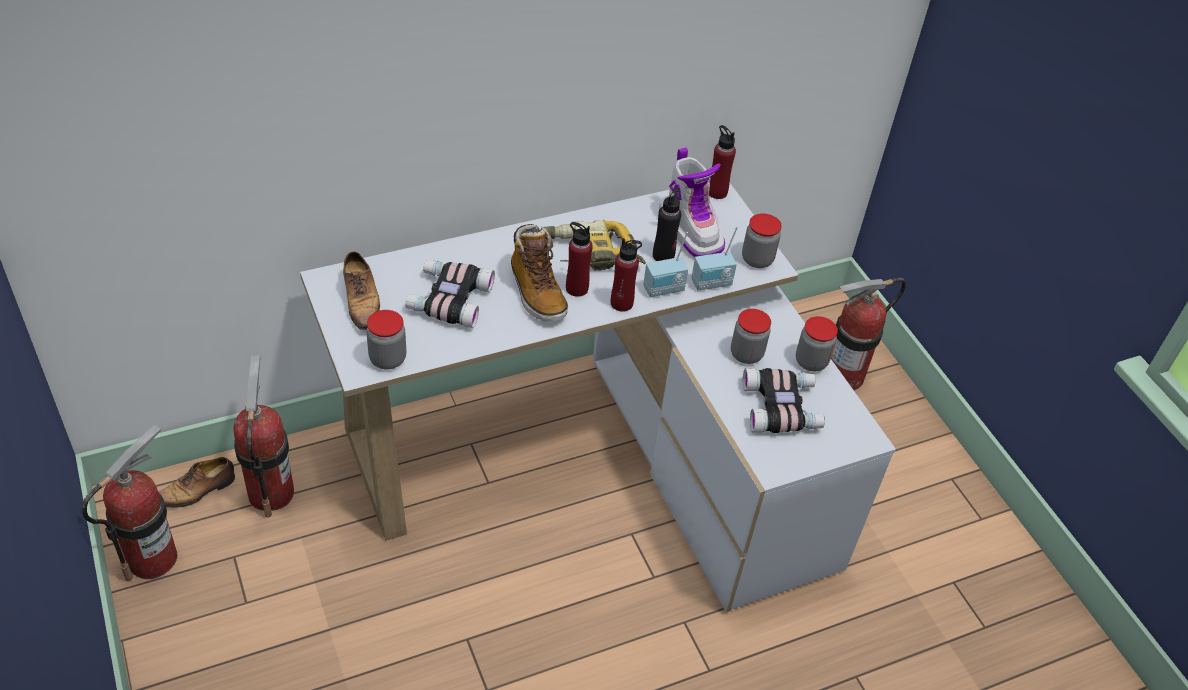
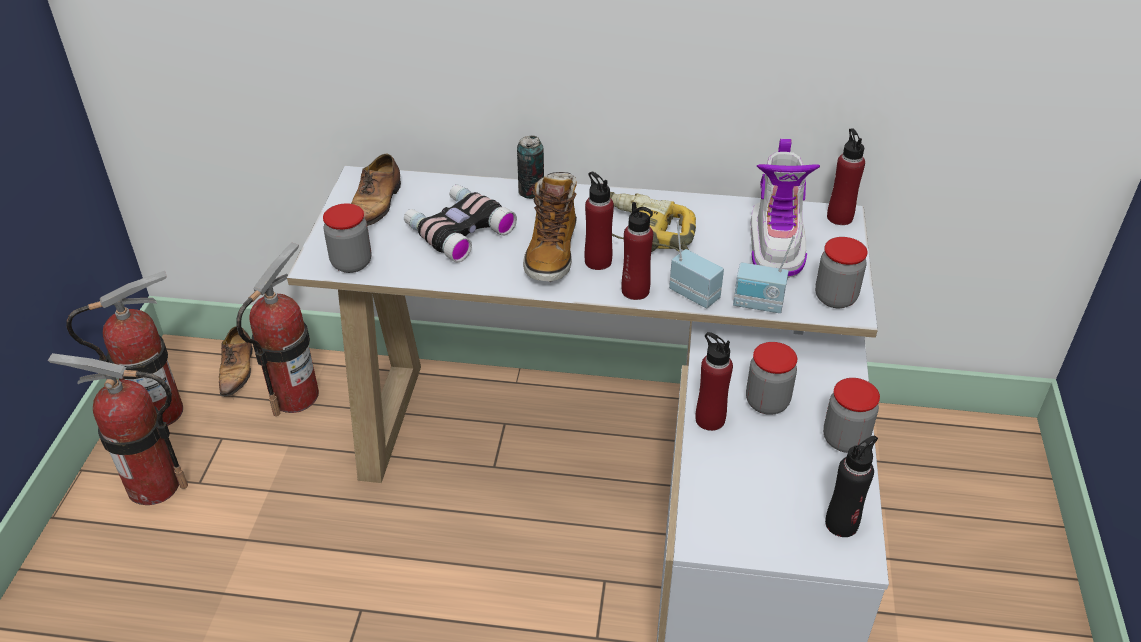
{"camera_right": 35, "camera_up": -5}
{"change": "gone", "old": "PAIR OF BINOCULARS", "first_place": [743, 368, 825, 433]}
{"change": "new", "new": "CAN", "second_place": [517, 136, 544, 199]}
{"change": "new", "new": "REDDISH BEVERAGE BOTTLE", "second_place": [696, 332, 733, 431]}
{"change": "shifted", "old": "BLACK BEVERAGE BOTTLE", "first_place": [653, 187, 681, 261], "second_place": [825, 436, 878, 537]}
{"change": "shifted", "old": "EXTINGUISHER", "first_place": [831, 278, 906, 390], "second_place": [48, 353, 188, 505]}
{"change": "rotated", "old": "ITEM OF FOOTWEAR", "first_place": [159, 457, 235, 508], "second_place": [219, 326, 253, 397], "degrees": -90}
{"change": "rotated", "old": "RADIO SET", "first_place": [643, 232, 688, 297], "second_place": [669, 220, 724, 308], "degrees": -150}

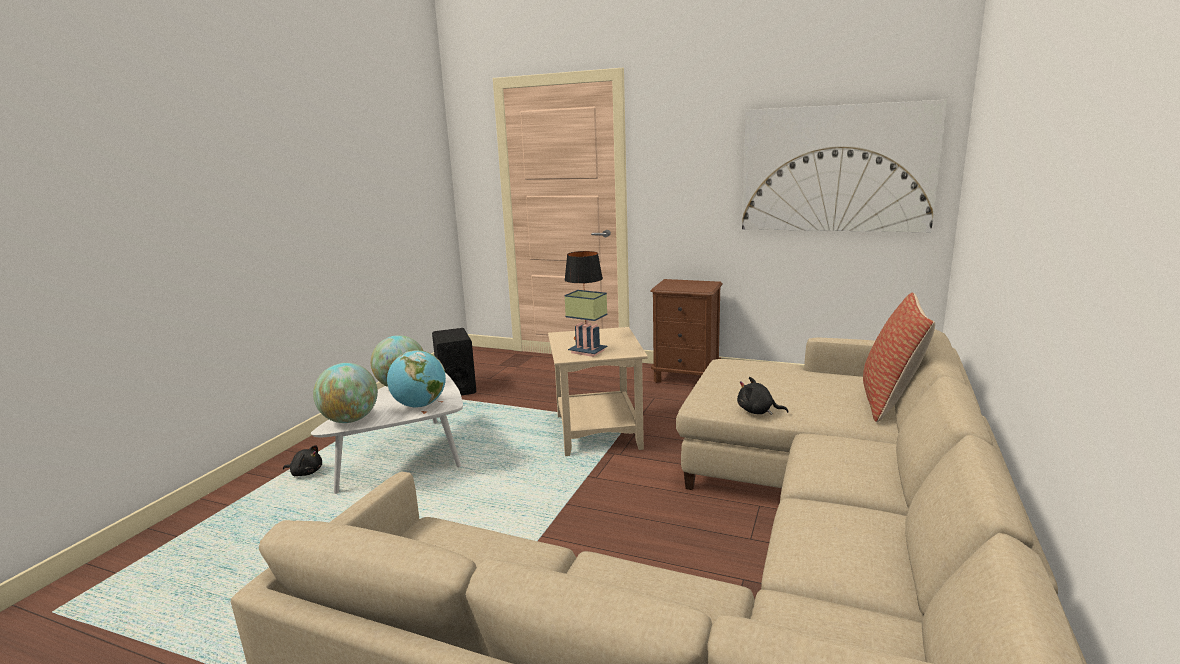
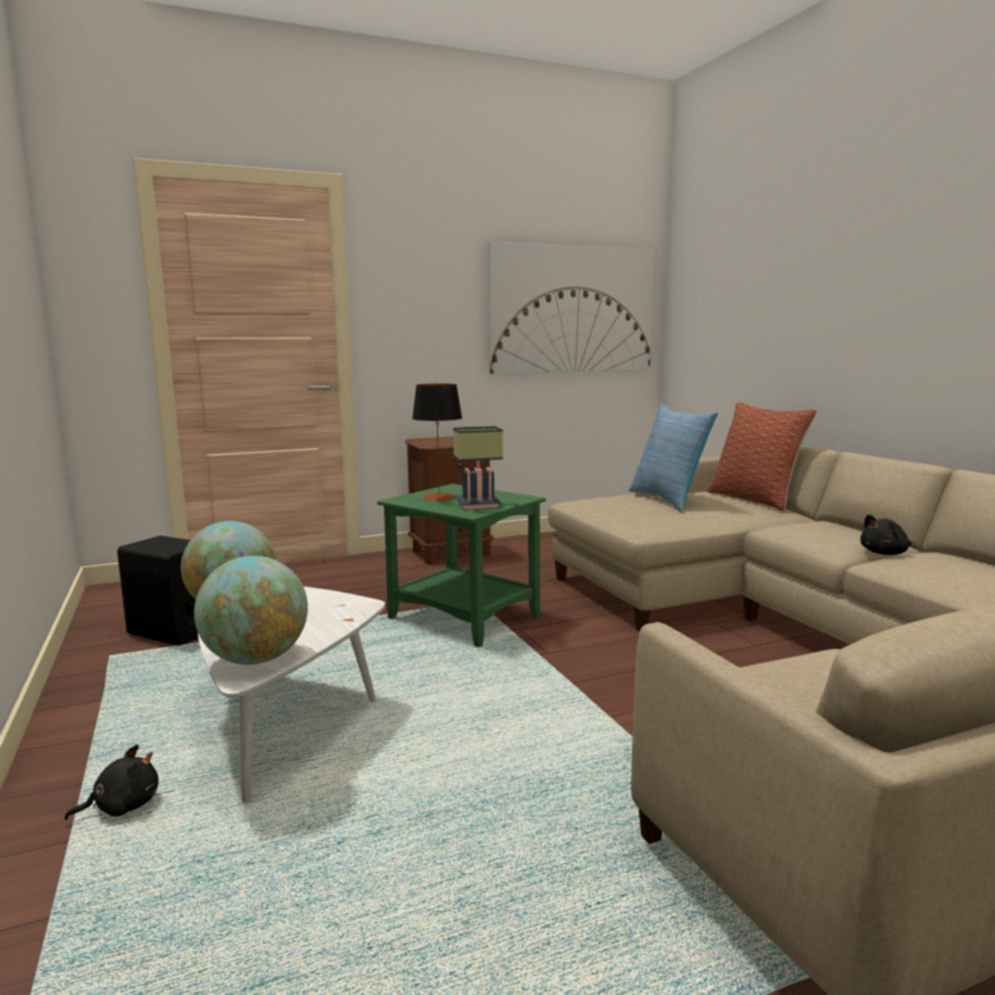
{"camera_right": -45, "camera_up": -5}
{"change": "gone", "old": "DESK GLOBE", "first_place": [387, 350, 446, 407]}
{"change": "new", "new": "CUSHION", "second_place": [629, 403, 718, 512]}
{"change": "shifted", "old": "BLACK SOFT TOY", "first_place": [737, 377, 789, 415], "second_place": [860, 514, 911, 555]}
{"change": "repainted", "old": "BEIGE-COLOURED SIDE TABLE", "new": "GREENISH SIDE TABLE", "first_place": [548, 327, 648, 456], "second_place": [377, 484, 546, 647]}

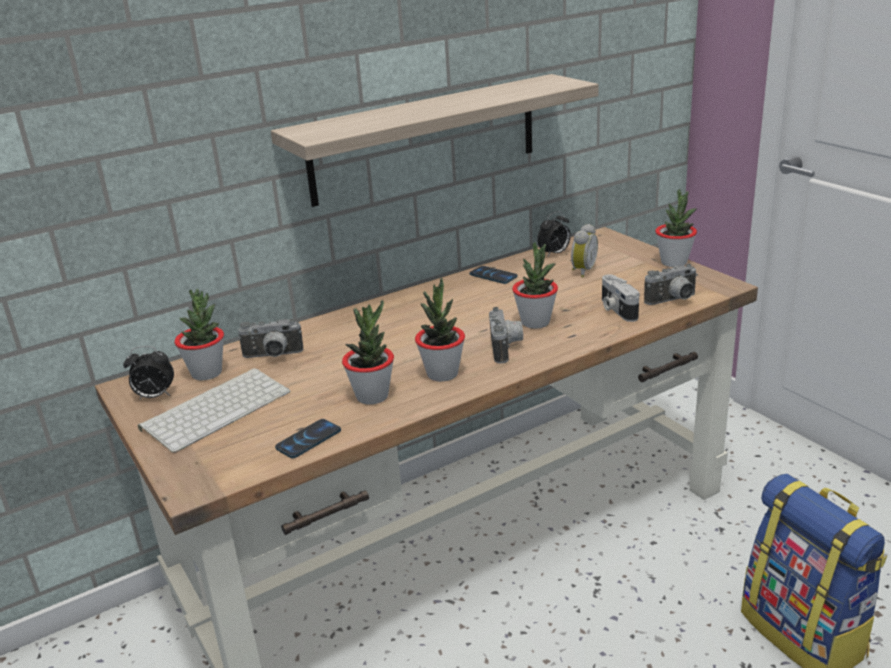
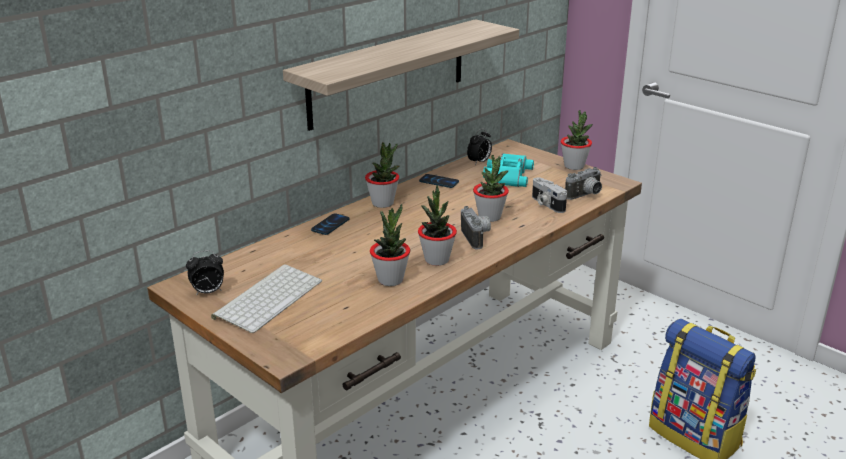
{"camera_right": -15, "camera_up": 0}
{"change": "gone", "old": "PHOTO CAMERA", "first_place": [238, 319, 303, 358]}
{"change": "shifted", "old": "POTTED PLANT", "first_place": [175, 289, 224, 380], "second_place": [365, 142, 400, 208]}
{"change": "shifted", "old": "PHONE", "first_place": [275, 419, 341, 458], "second_place": [311, 213, 349, 235]}
{"change": "swapped", "old": "ALARM CLOCK", "new": "BLUE-GREEN PAIR OF BINOCULARS", "first_place": [571, 224, 598, 278], "second_place": [483, 153, 534, 187]}

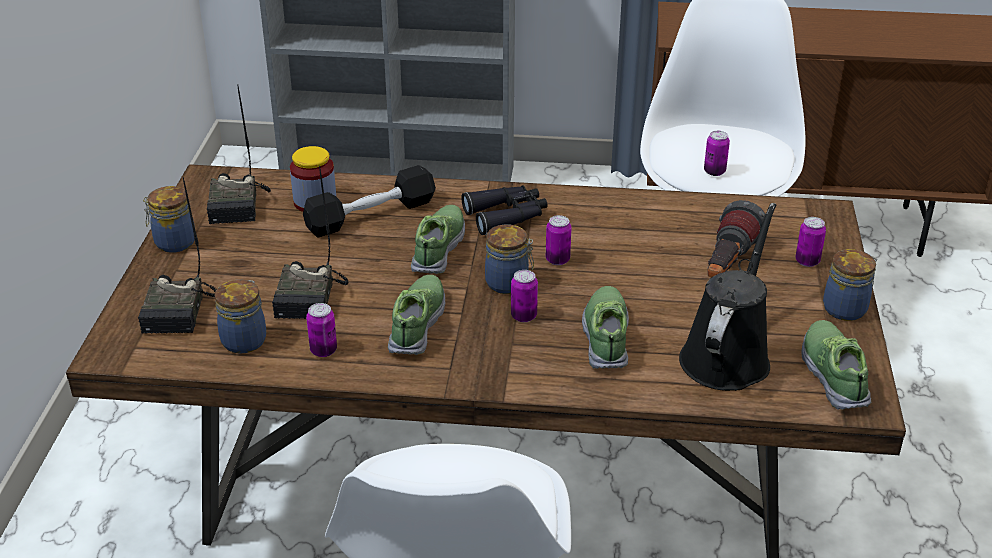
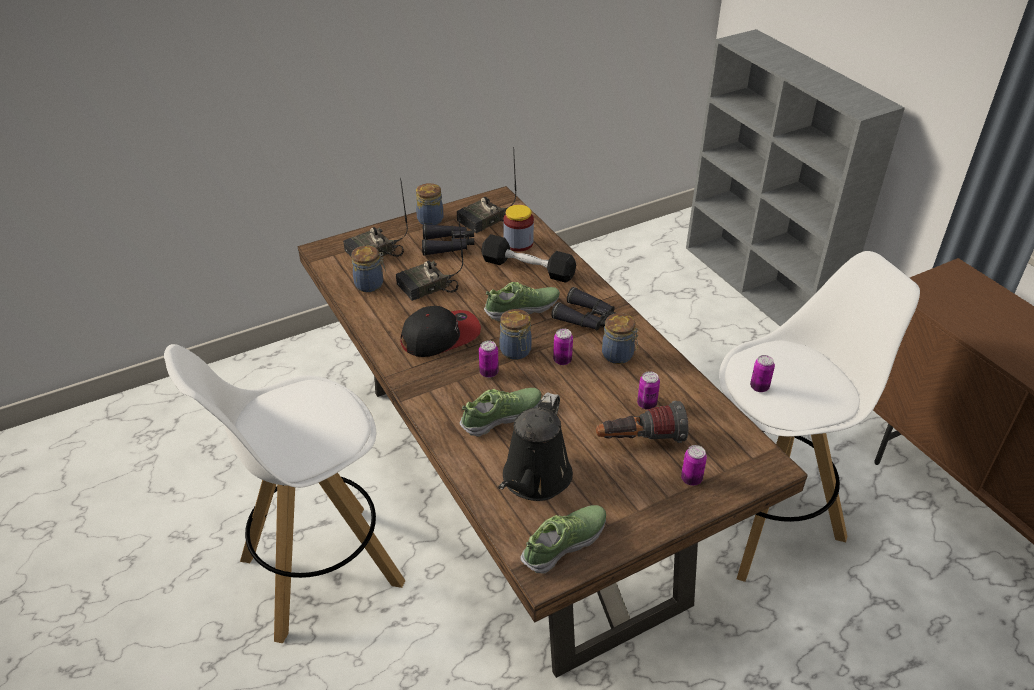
{"camera_right": 55, "camera_up": 5}
{"change": "new", "new": "BLACK PAIR OF BINOCULARS", "second_place": [422, 225, 474, 255]}
{"change": "shifted", "old": "CAN", "first_place": [306, 303, 337, 357], "second_place": [637, 371, 660, 410]}
{"change": "shifted", "old": "STORAGE JAR", "first_place": [823, 249, 877, 321], "second_place": [602, 313, 639, 364]}
{"change": "swapped", "old": "ITEM OF FOOTWEAR", "new": "CAP", "first_place": [388, 275, 445, 355], "second_place": [400, 306, 481, 357]}
{"change": "rotated", "old": "BLACK WATERING CAN", "first_place": [679, 203, 776, 391], "second_place": [498, 392, 573, 501], "degrees": 120}

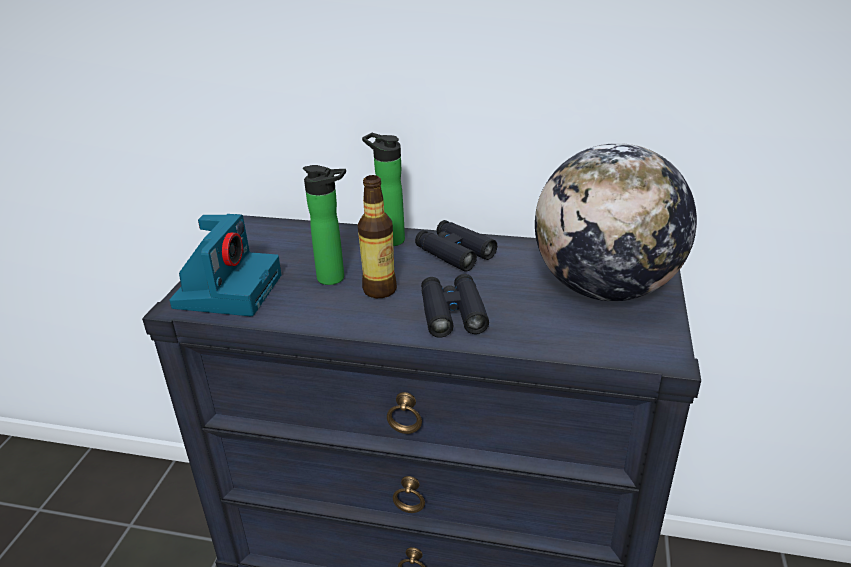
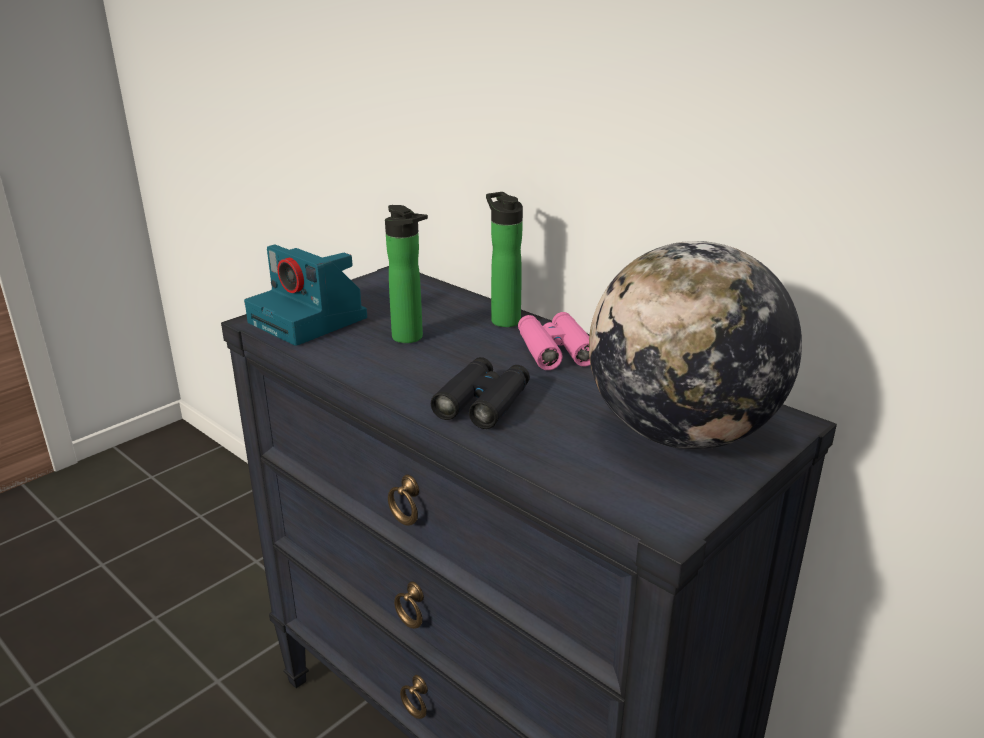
{"camera_right": 30, "camera_up": -5}
{"change": "gone", "old": "BEVERAGE BOTTLE", "first_place": [358, 175, 397, 298]}
{"change": "repainted", "old": "BLACK PAIR OF BINOCULARS", "new": "PINK PAIR OF BINOCULARS", "first_place": [415, 220, 497, 272], "second_place": [518, 312, 590, 370]}
{"change": "rotated", "old": "PHOTO CAMERA", "first_place": [169, 214, 282, 316], "second_place": [244, 245, 367, 346], "degrees": 90}

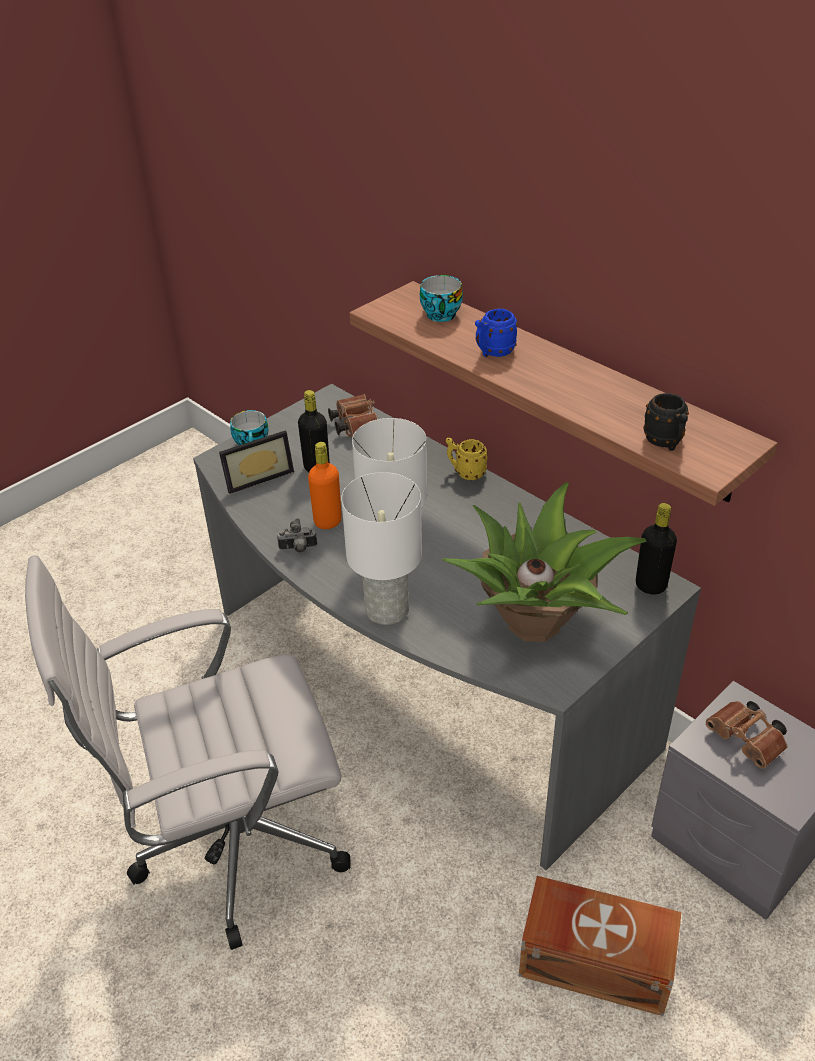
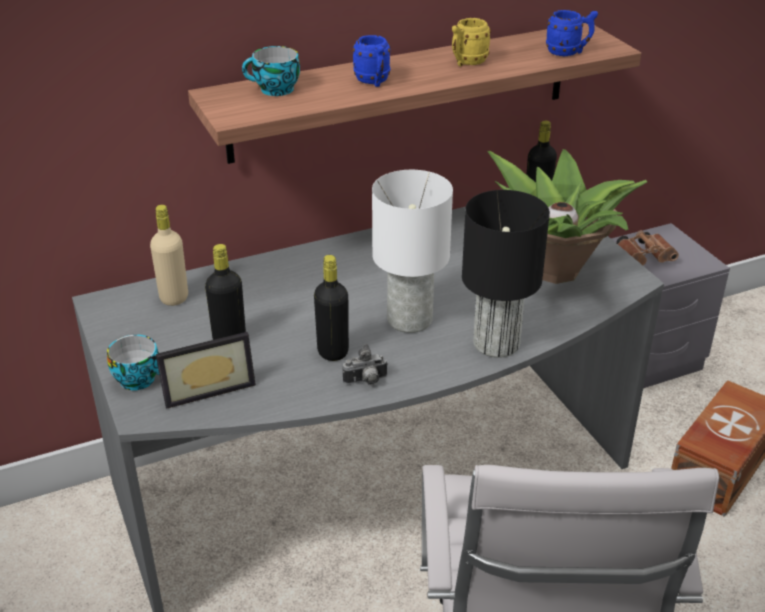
{"camera_right": -70, "camera_up": -5}
{"change": "shifted", "old": "YELLOW-COLOURED COFFEE MUG", "first_place": [446, 438, 488, 480], "second_place": [452, 18, 491, 66]}
{"change": "swapped", "old": "BROWNISH PAIR OF BINOCULARS", "new": "BEIGE-COLOURED BEVERAGE BOTTLE", "first_place": [328, 394, 378, 437], "second_place": [150, 205, 188, 306]}
{"change": "repainted", "old": "ORANGE BEVERAGE BOTTLE", "new": "BLACK BEVERAGE BOTTLE", "first_place": [308, 442, 342, 529], "second_place": [314, 255, 349, 361]}
{"change": "repainted", "old": "WHITE TABLETOP LAMP", "new": "BLACK TABLETOP LAMP", "first_place": [341, 472, 422, 625], "second_place": [462, 190, 550, 358]}
{"change": "repainted", "old": "BLACK COFFEE MUG", "new": "BLUISH COFFEE MUG", "first_place": [643, 393, 689, 451], "second_place": [546, 10, 598, 56]}
{"change": "rotated", "old": "PICTURE FRAME", "first_place": [219, 430, 294, 494], "second_place": [156, 332, 256, 409], "degrees": 75}
{"change": "rotated", "old": "PHOTO CAMERA", "first_place": [277, 518, 317, 553], "second_place": [342, 344, 388, 385], "degrees": 60}

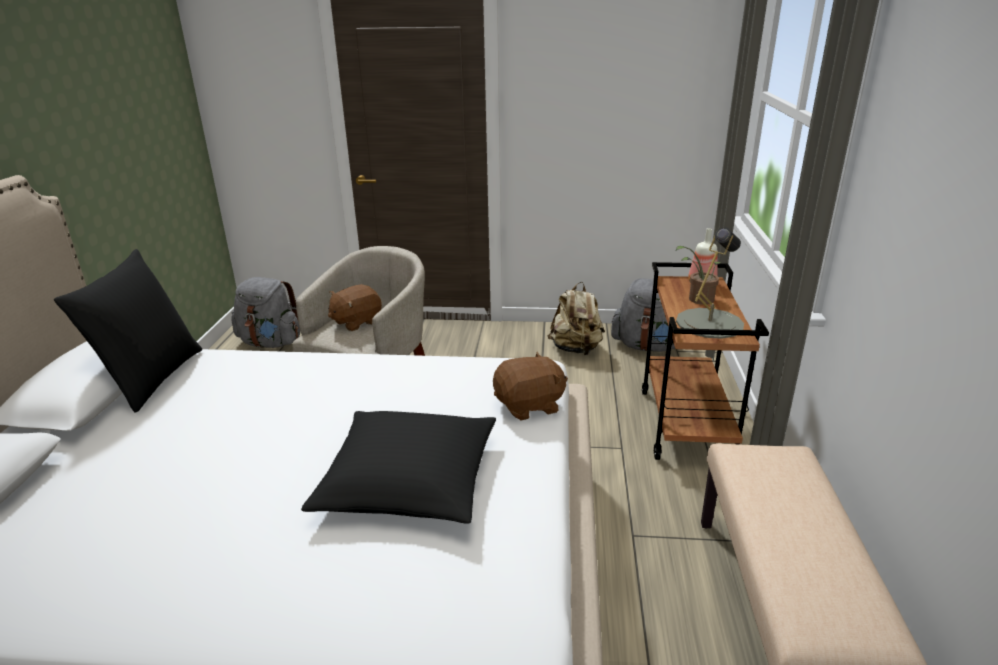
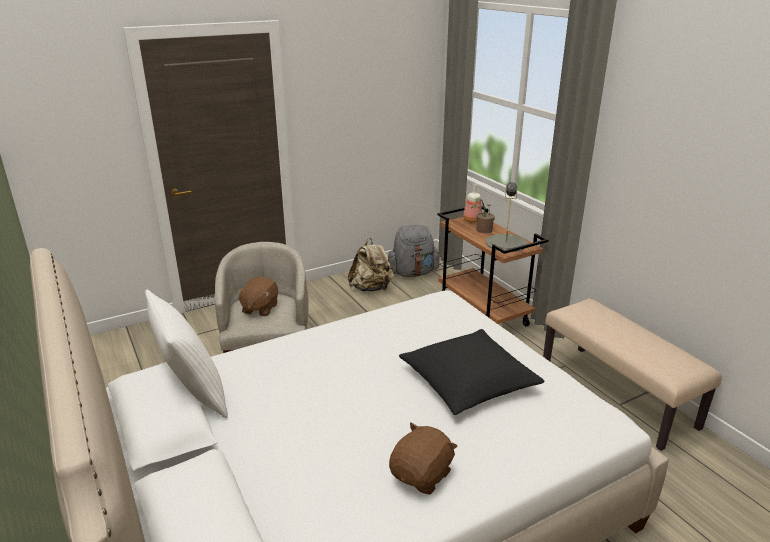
{"camera_right": -35, "camera_up": 0}
{"change": "gone", "old": "GREY BACKPACK", "first_place": [231, 277, 300, 348]}
{"change": "shifted", "old": "BROWNISH SOFT TOY", "first_place": [493, 351, 568, 421], "second_place": [389, 423, 458, 494]}
{"change": "repainted", "old": "BLACK CUSHION", "new": "WHITE CUSHION", "first_place": [54, 249, 202, 413], "second_place": [145, 290, 228, 418]}

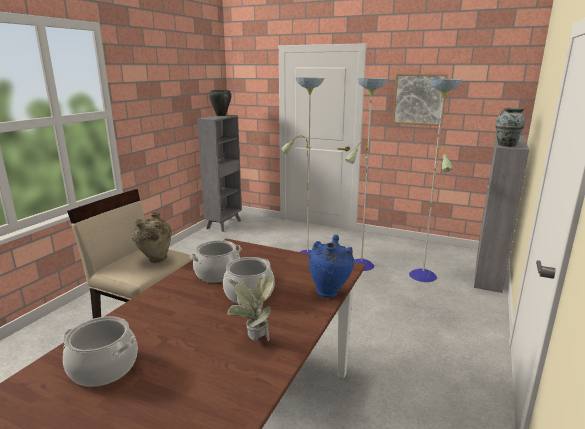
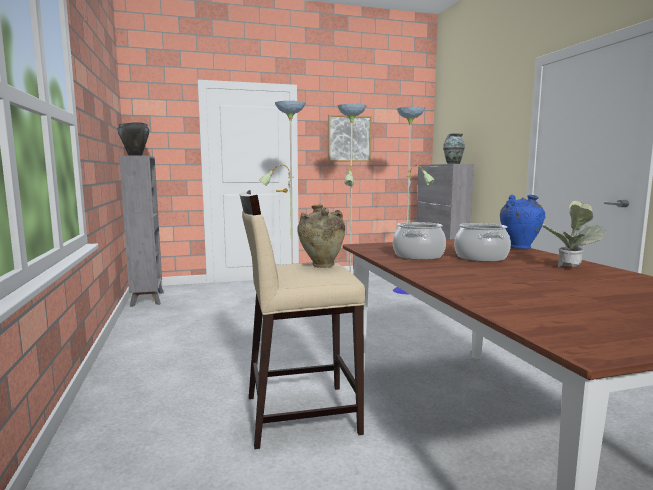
{"camera_right": -40, "camera_up": -10}
{"change": "gone", "old": "STOCKPOT", "first_place": [63, 316, 138, 387]}

